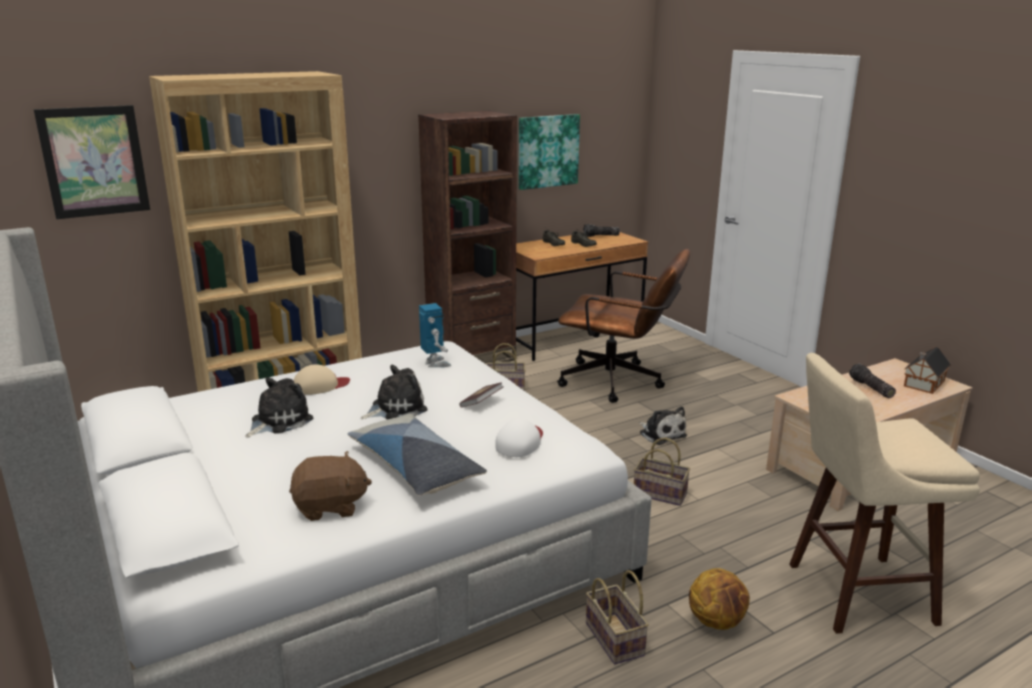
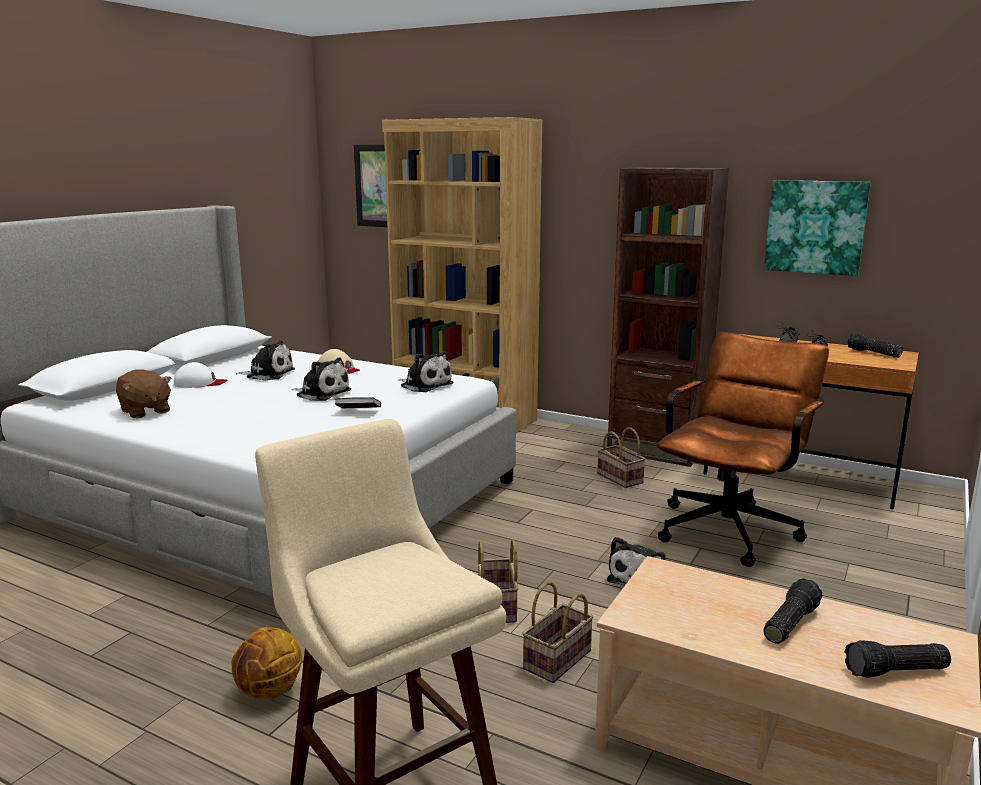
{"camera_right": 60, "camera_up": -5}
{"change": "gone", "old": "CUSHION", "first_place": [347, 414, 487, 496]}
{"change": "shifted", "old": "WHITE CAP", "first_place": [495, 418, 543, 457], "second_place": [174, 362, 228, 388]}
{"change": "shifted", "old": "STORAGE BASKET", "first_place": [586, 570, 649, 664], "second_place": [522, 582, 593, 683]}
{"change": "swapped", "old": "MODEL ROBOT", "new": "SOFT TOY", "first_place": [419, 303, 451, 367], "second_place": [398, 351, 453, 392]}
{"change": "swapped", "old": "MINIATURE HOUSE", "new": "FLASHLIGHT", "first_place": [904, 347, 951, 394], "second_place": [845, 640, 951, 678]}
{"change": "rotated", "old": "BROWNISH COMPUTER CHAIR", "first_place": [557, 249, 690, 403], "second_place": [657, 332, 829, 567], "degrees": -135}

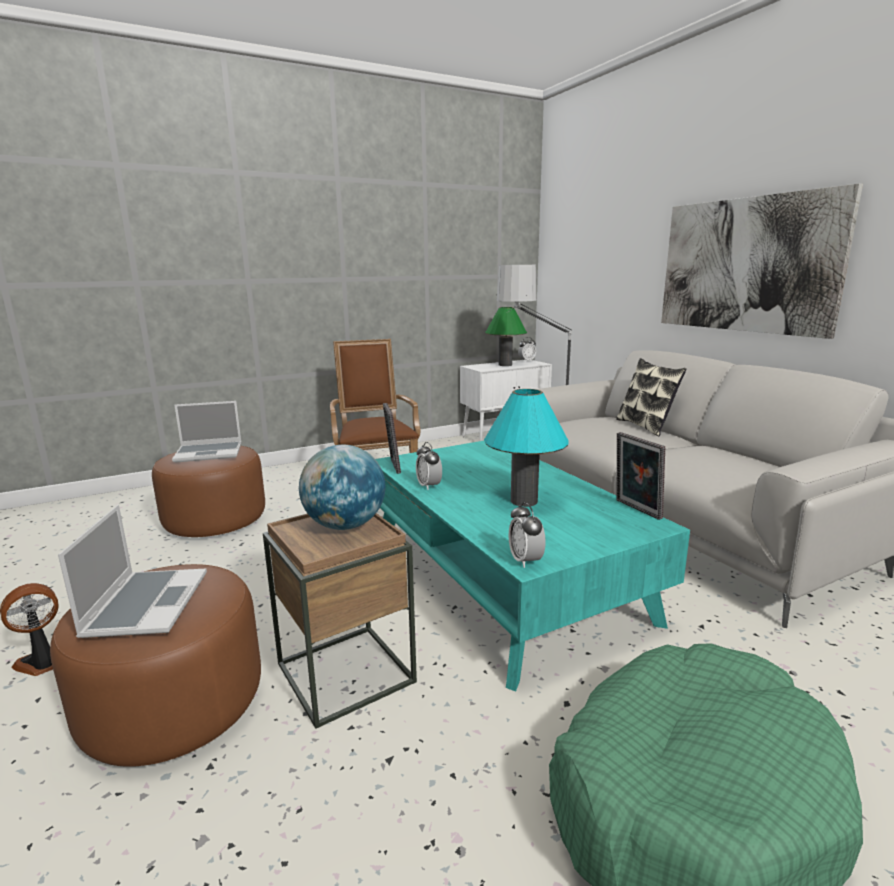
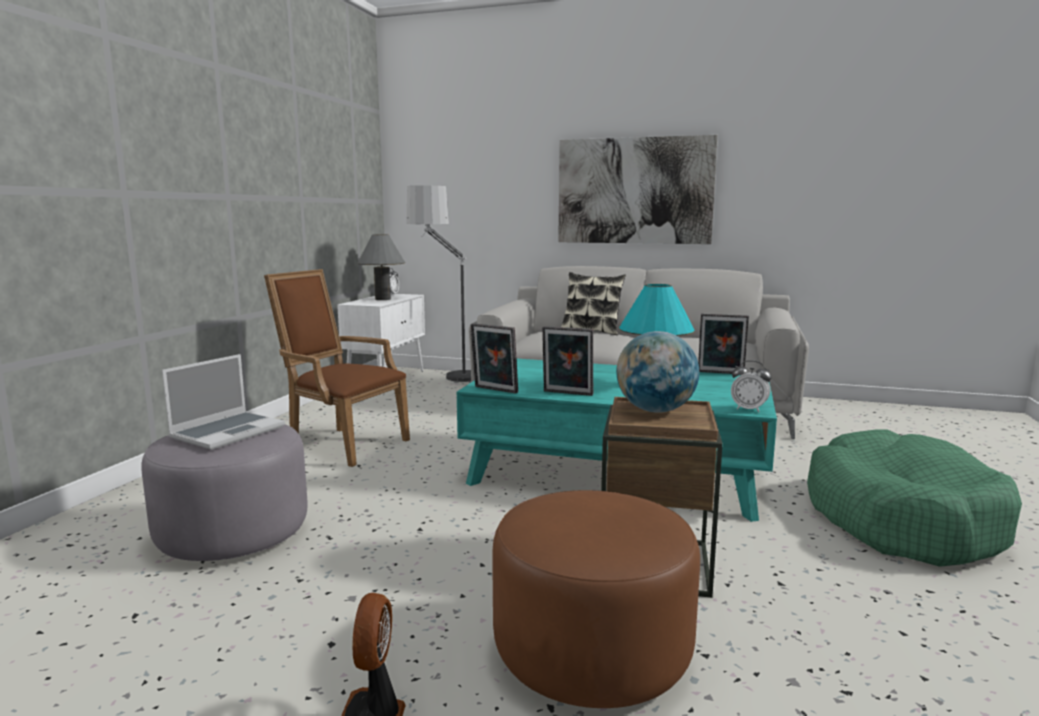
{"camera_right": -45, "camera_up": -5}
{"change": "gone", "old": "NOTEBOOK COMPUTER", "first_place": [58, 505, 207, 638]}
{"change": "swapped", "old": "ALARM CLOCK", "new": "PICTURE FRAME", "first_place": [416, 442, 442, 490], "second_place": [542, 326, 593, 396]}
{"change": "repainted", "old": "BROWNISH OTTOMAN", "new": "GREY OTTOMAN", "first_place": [152, 446, 265, 537], "second_place": [141, 425, 308, 561]}
{"change": "repainted", "old": "GREENISH TABLETOP LAMP", "new": "GREY TABLETOP LAMP", "first_place": [485, 307, 527, 366], "second_place": [358, 234, 405, 300]}

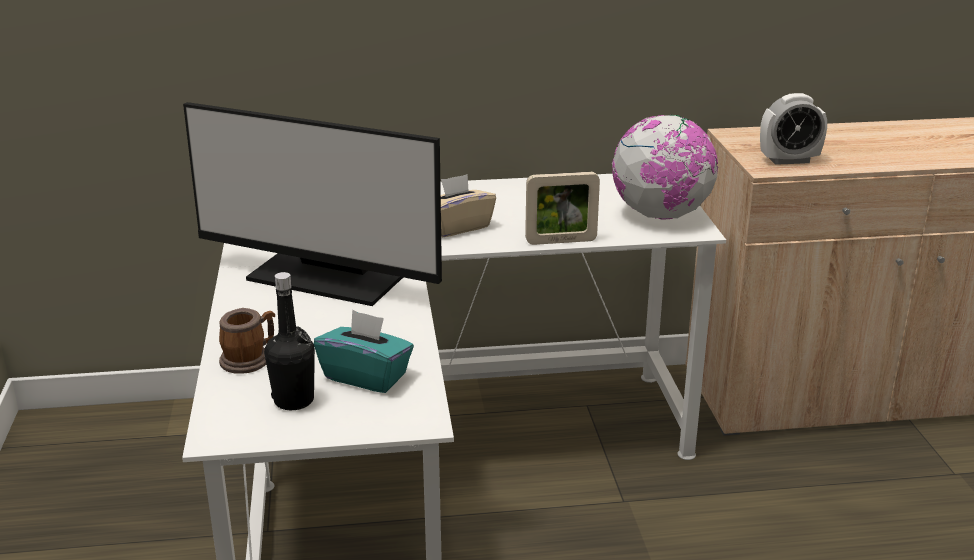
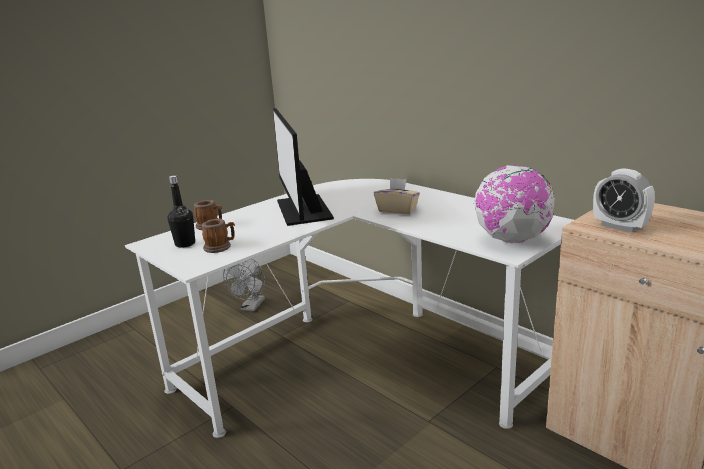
{"camera_right": 55, "camera_up": -5}
{"change": "gone", "old": "PICTURE FRAME", "first_place": [525, 172, 600, 245]}
{"change": "new", "new": "GREY ELECTRIC FAN", "second_place": [223, 259, 265, 311]}
{"change": "swapped", "old": "BLUE-GREEN BOX OF TISSUES", "new": "COFFEE MUG", "first_place": [314, 310, 414, 393], "second_place": [202, 218, 235, 253]}

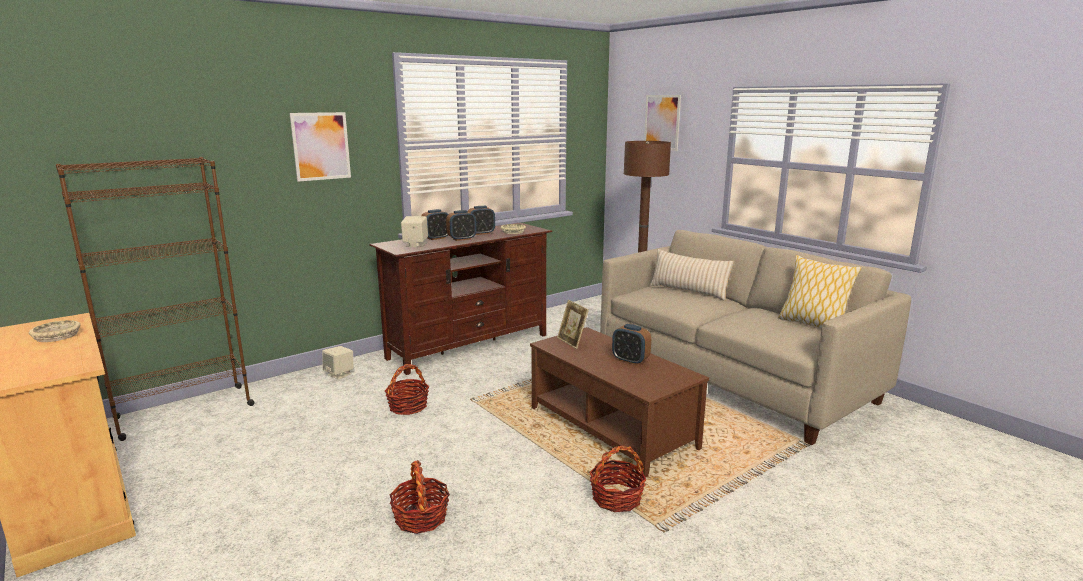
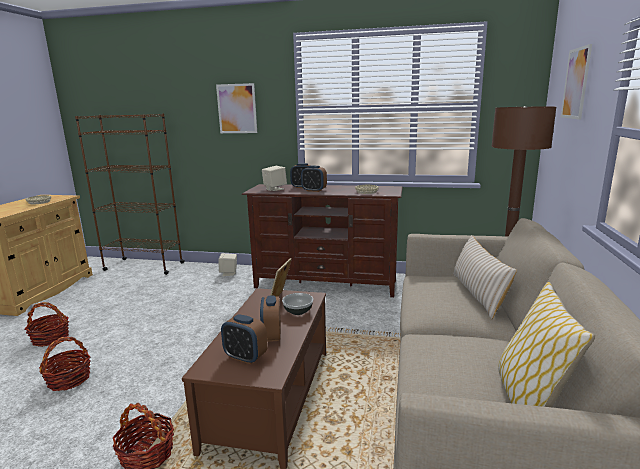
{"camera_right": 50, "camera_up": 0}
{"change": "new", "new": "DEEP DISH", "second_place": [282, 293, 313, 315]}
{"change": "shifted", "old": "STORAGE BASKET", "first_place": [385, 364, 429, 415], "second_place": [25, 302, 69, 347]}
{"change": "shifted", "old": "ALARM CLOCK", "first_place": [467, 206, 495, 235], "second_place": [221, 314, 268, 364]}

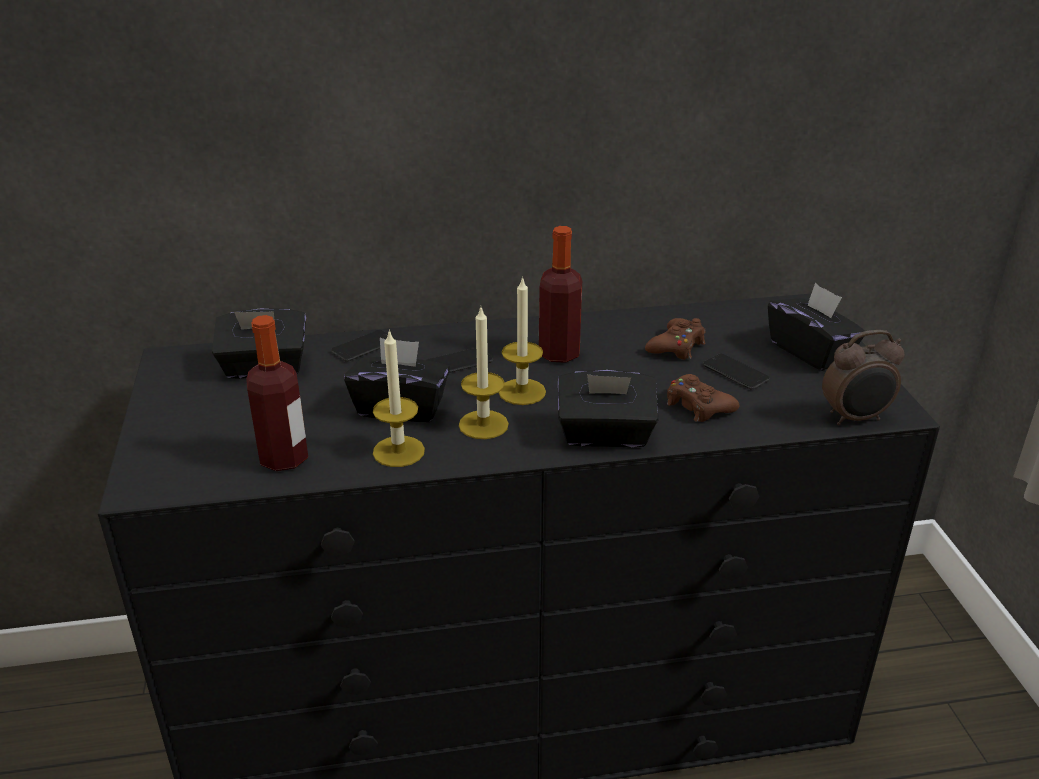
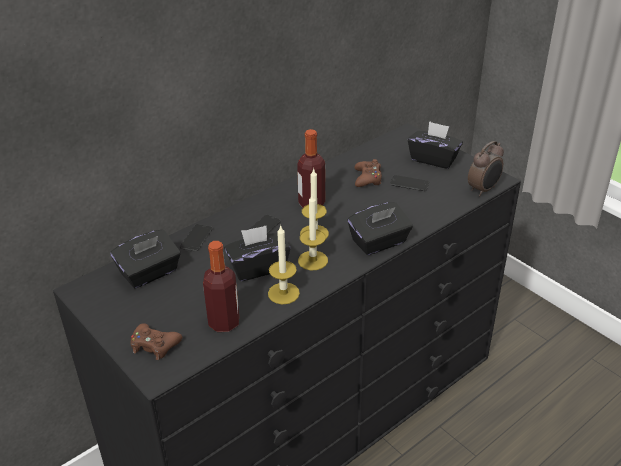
{"camera_right": -30, "camera_up": 5}
{"change": "shifted", "old": "BROWNISH JOYPAD", "first_place": [667, 374, 739, 422], "second_place": [131, 323, 182, 360]}

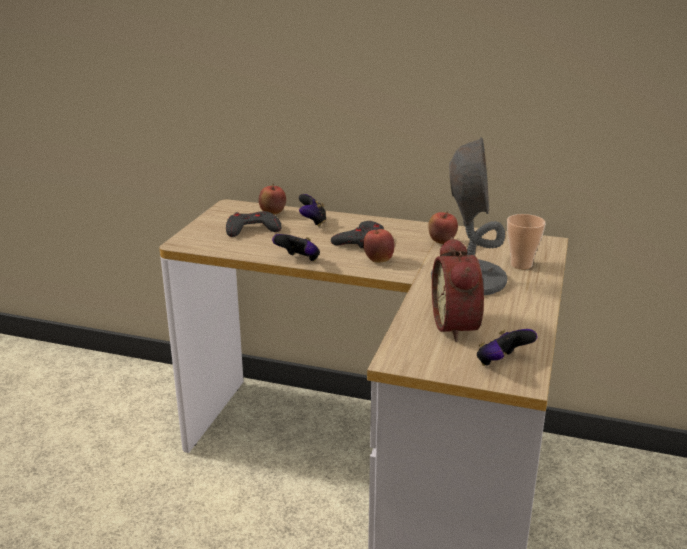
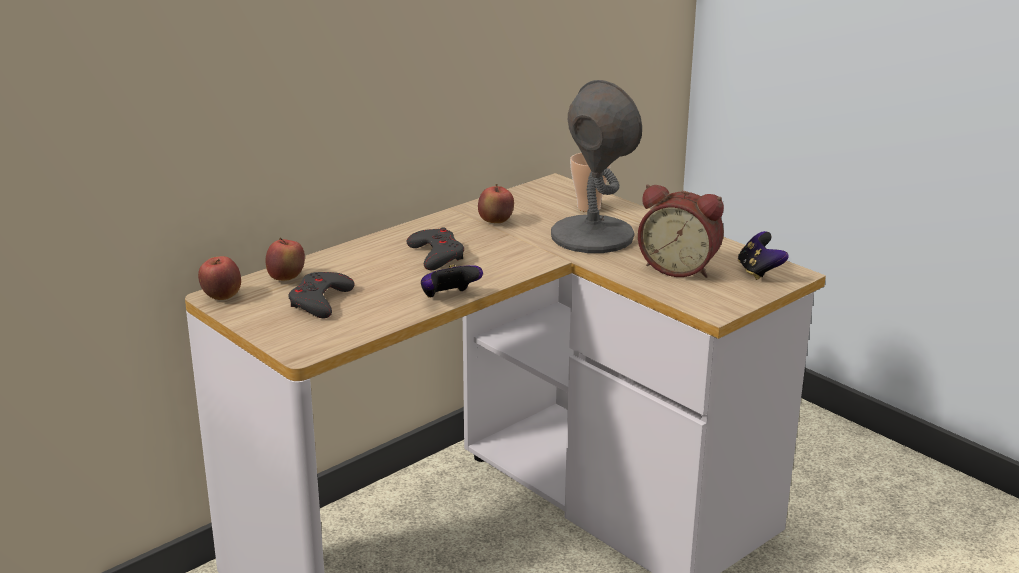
{"camera_right": -60, "camera_up": 0}
{"change": "gone", "old": "JOYPAD", "first_place": [299, 194, 327, 227]}
{"change": "shifted", "old": "WHOLE APPLE", "first_place": [363, 229, 395, 263], "second_place": [198, 256, 241, 300]}

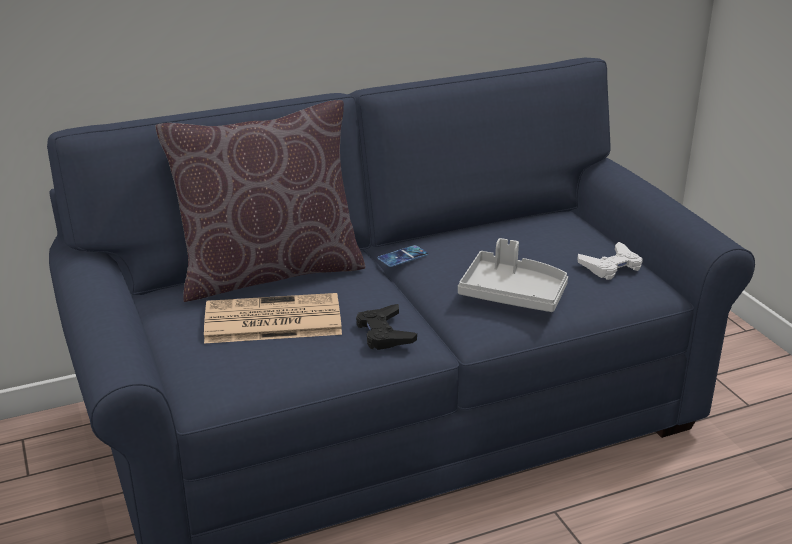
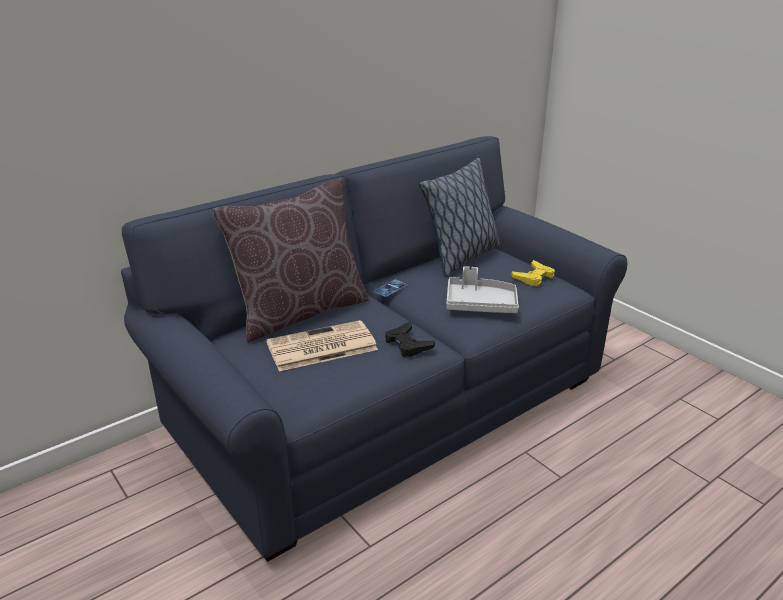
{"camera_right": -15, "camera_up": 0}
{"change": "new", "new": "CUSHION", "second_place": [419, 158, 500, 277]}
{"change": "repainted", "old": "WHITE JOYPAD", "new": "YELLOW-COLOURED JOYPAD", "first_place": [577, 242, 643, 280], "second_place": [511, 260, 555, 287]}

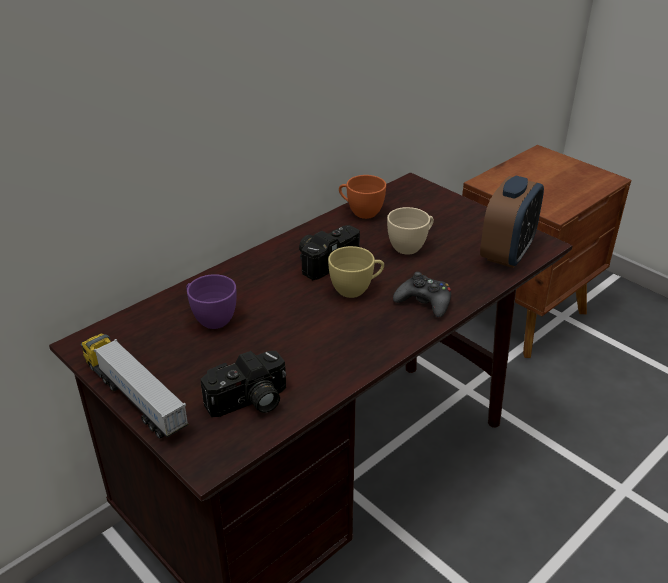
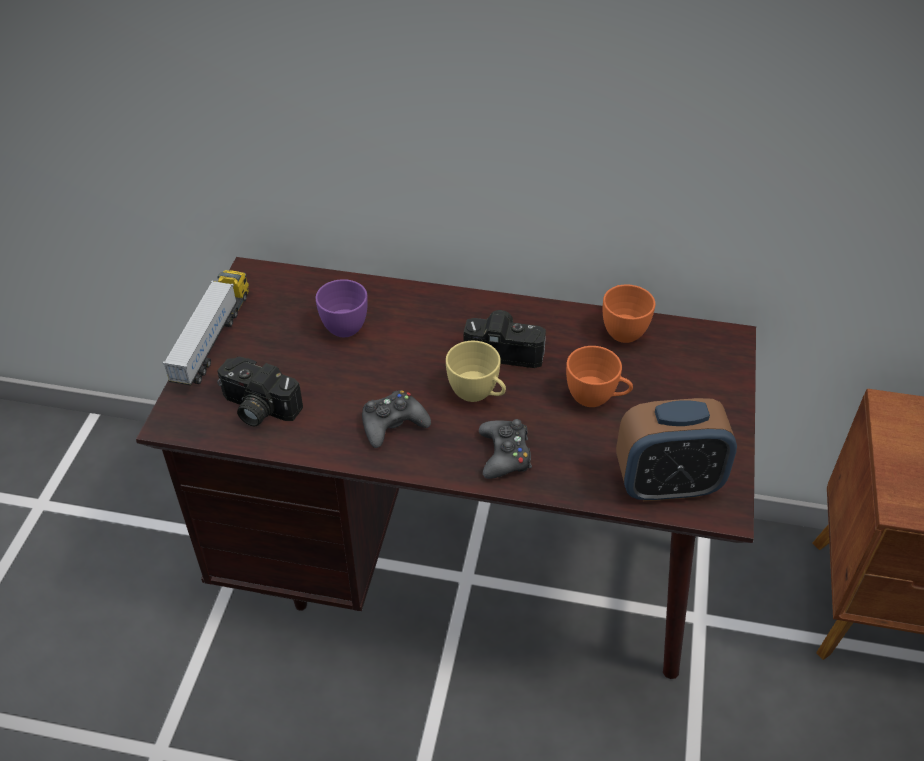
{"camera_right": 55, "camera_up": 10}
{"change": "new", "new": "BLACK JOYPAD", "second_place": [362, 390, 431, 448]}
{"change": "repainted", "old": "BEIGE-COLOURED DRINKING CUP", "new": "ORANGE DRINKING CUP", "first_place": [387, 207, 434, 255], "second_place": [566, 346, 633, 407]}

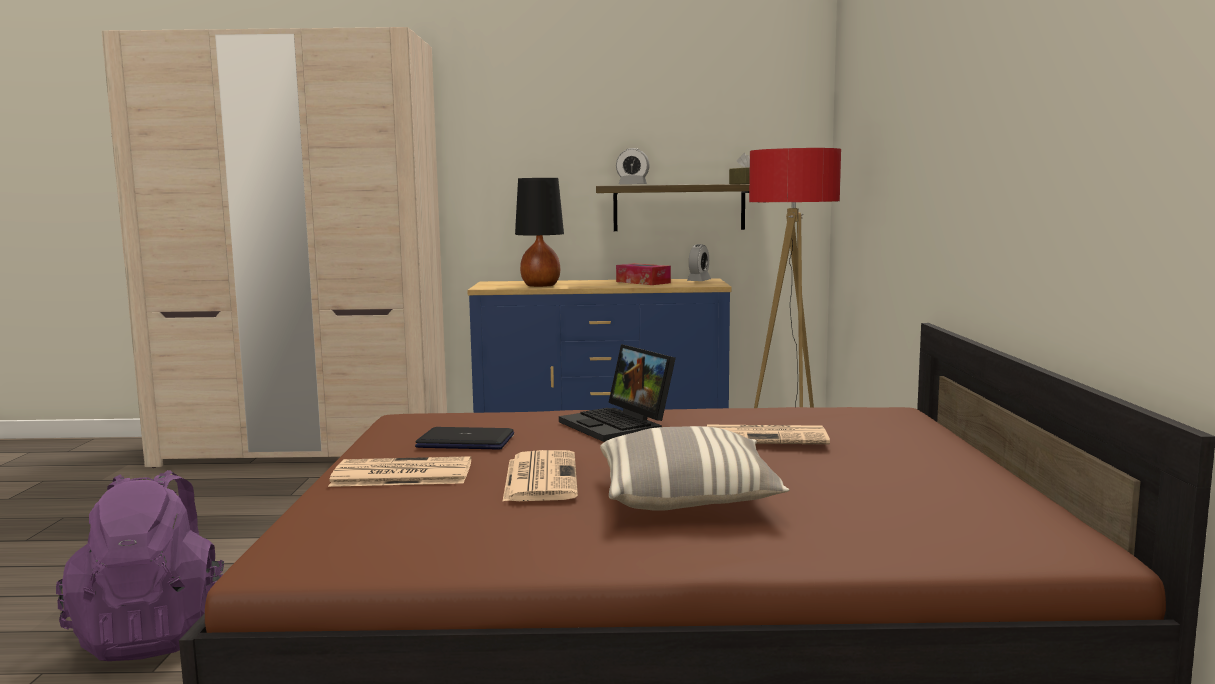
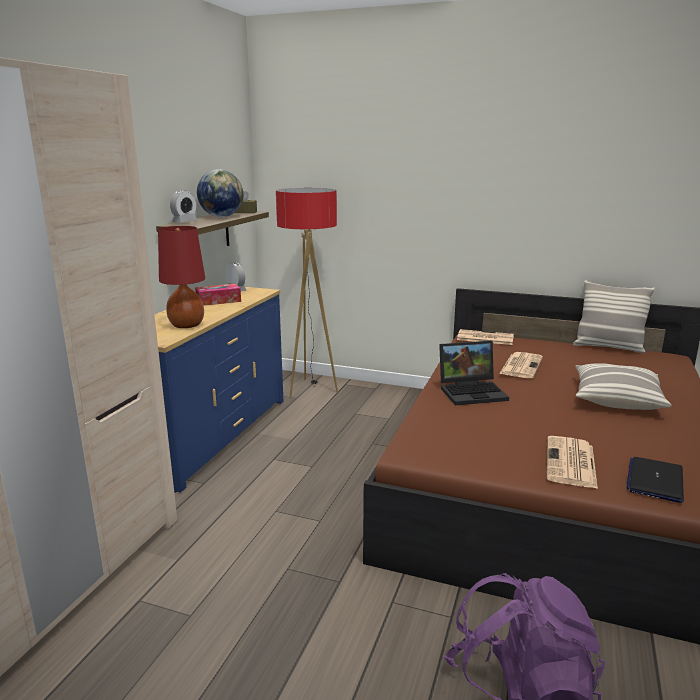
{"camera_right": -70, "camera_up": 10}
{"change": "new", "new": "DESK GLOBE", "second_place": [197, 169, 243, 217]}
{"change": "new", "new": "CUSHION", "second_place": [573, 280, 655, 353]}
{"change": "shifted", "old": "NOTEBOOK COMPUTER", "first_place": [415, 427, 514, 449], "second_place": [626, 457, 684, 503]}
{"change": "shifted", "old": "PRINTED PAPER", "first_place": [502, 450, 578, 502], "second_place": [457, 329, 514, 345]}
{"change": "repainted", "old": "BLACK TABLETOP LAMP", "new": "REDDISH TABLETOP LAMP", "first_place": [515, 178, 564, 287], "second_place": [158, 226, 205, 328]}

